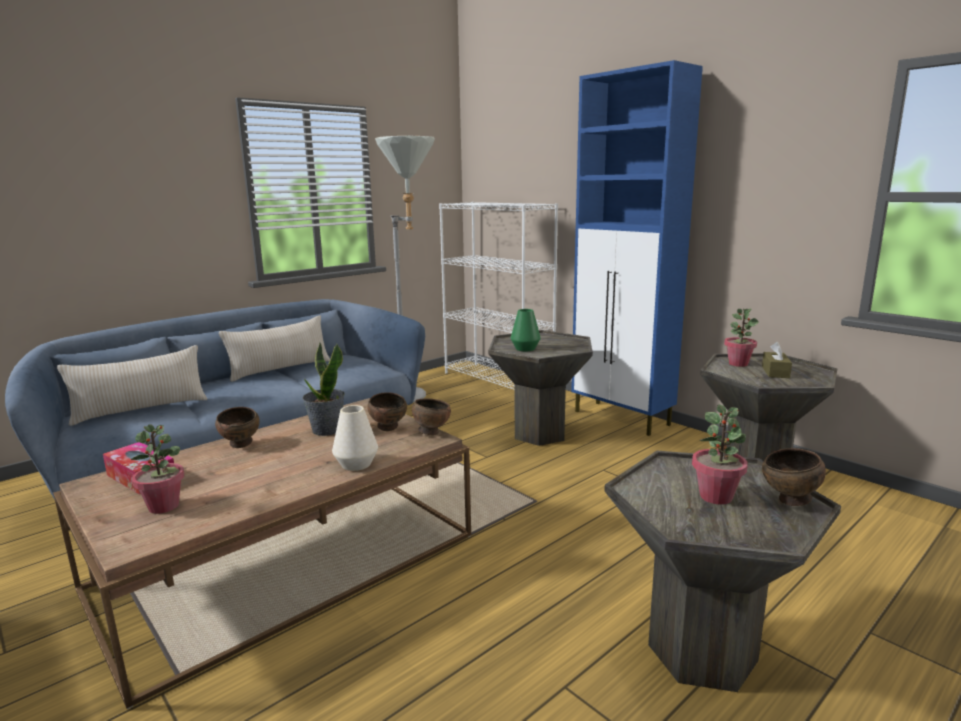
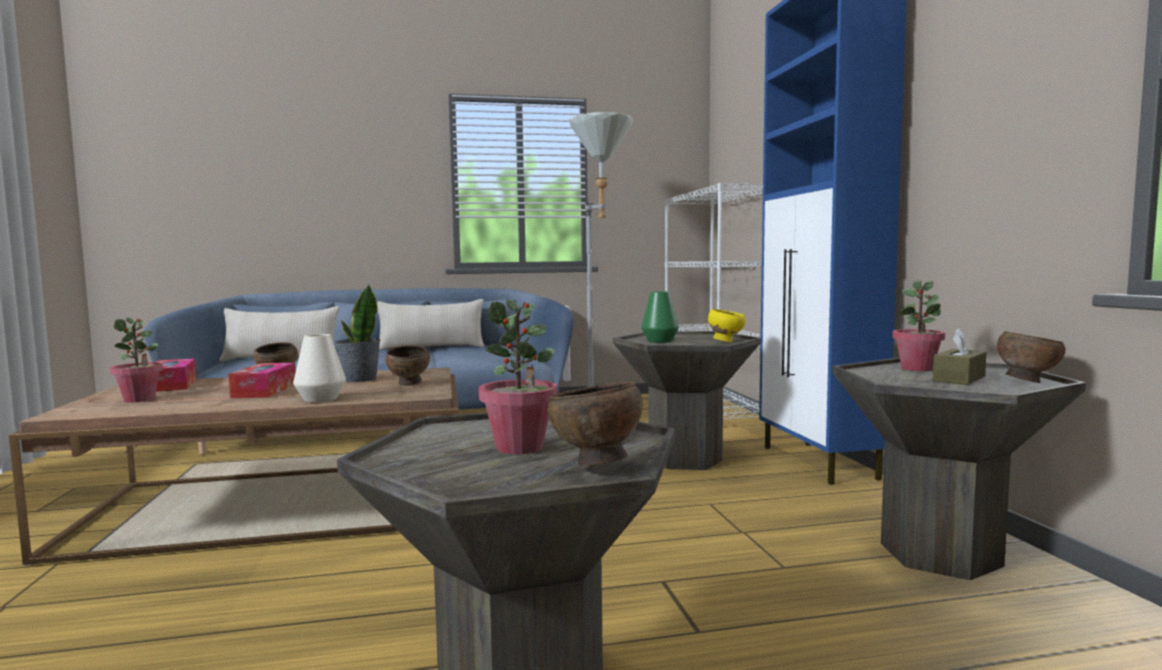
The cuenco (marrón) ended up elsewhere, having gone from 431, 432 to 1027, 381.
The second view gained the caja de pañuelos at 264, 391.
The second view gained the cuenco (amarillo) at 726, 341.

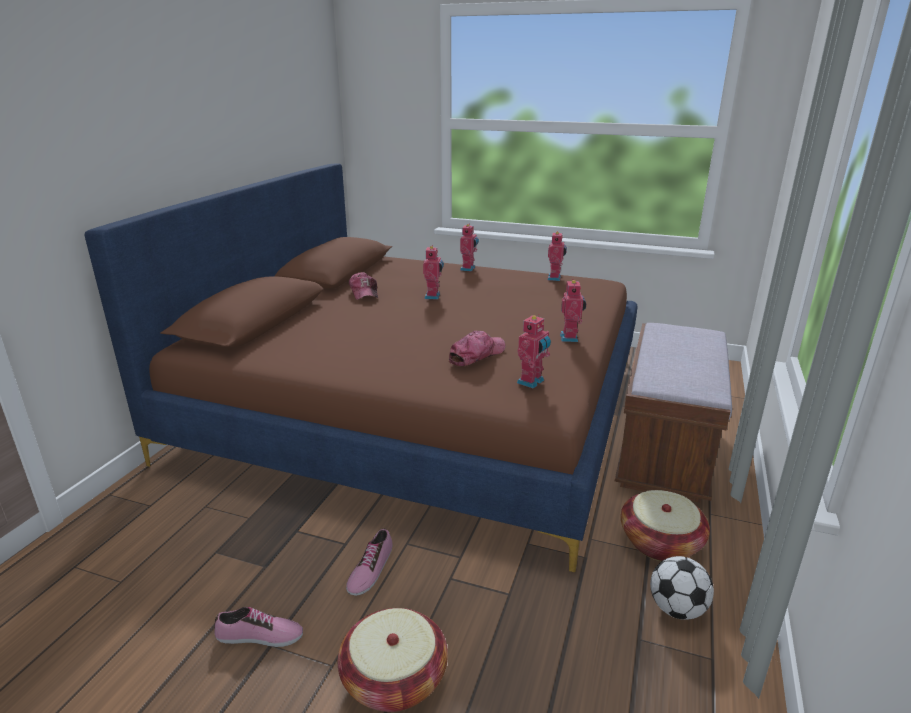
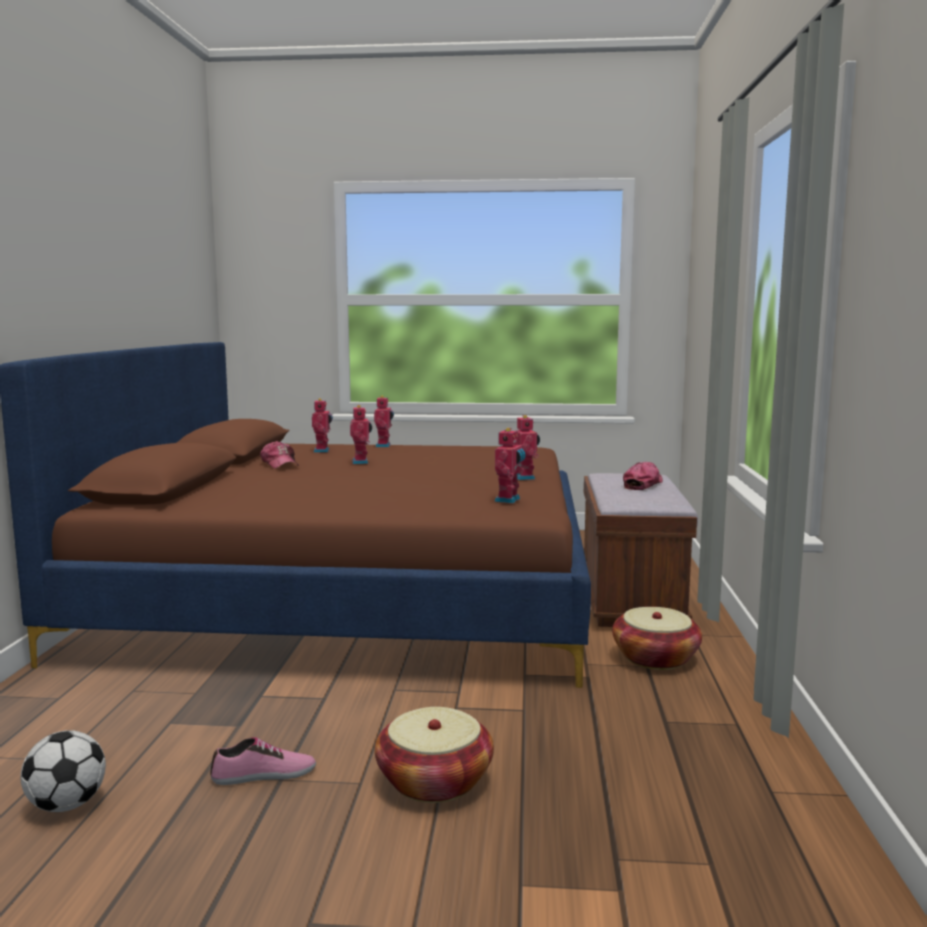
The second view lost the zapato at 370, 569.
The gorra ended up elsewhere, having gone from 476, 355 to 643, 484.
The robot de juguete ended up elsewhere, having gone from 555, 278 to 323, 451.
The balón de fútbol ended up elsewhere, having gone from 676, 609 to 67, 805.

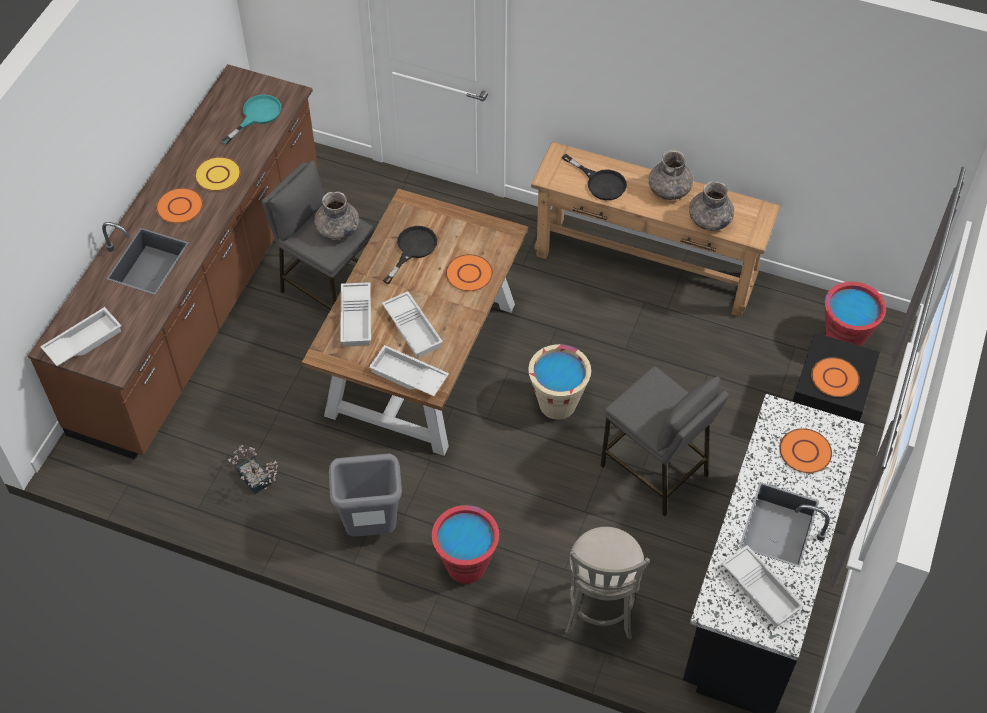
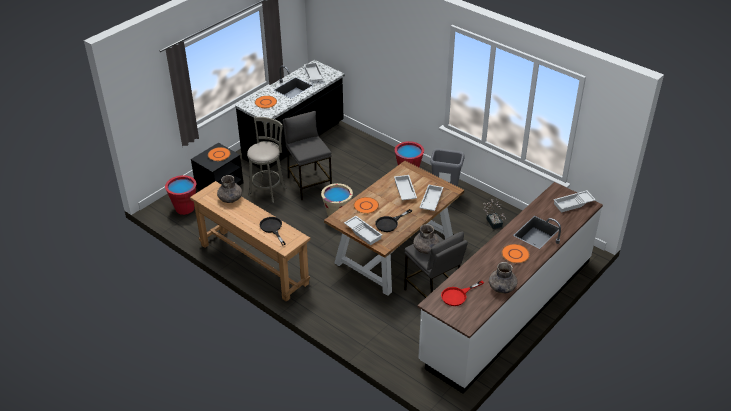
What was the mueble bajo de cocina (marrón) at 202, 298 turned into the mueble bajo de cocina (blanco) at 507, 309.
The second view lost the plato (amarillo) at 217, 175.
What was the sartén (turquesa) at 257, 115 turned into the sartén (rojo) at 457, 295.
The bandeja (blanco) ended up elsewhere, having gone from 408, 376 to 363, 232.
The taburete (gris) ended up elsewhere, having gone from 599, 614 to 268, 190.
The florero (gris) ended up elsewhere, having gone from 669, 190 to 501, 287.

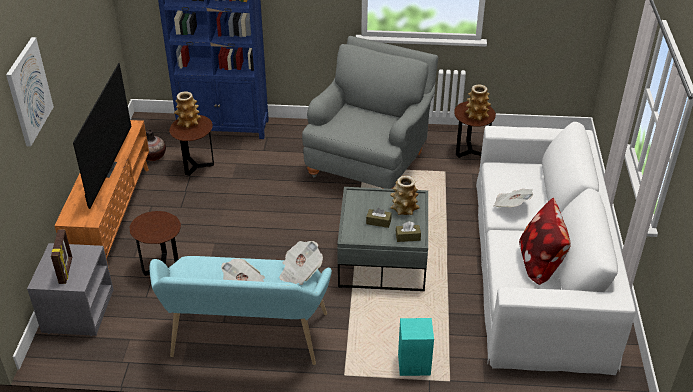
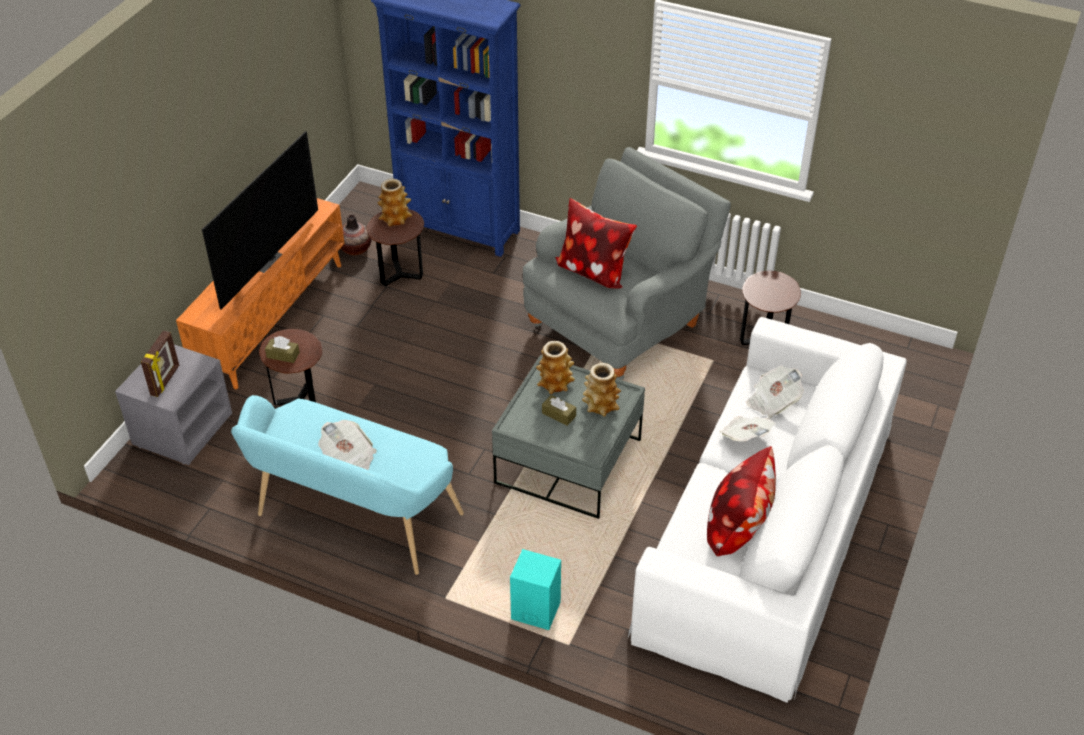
The second view lost the cuadro at 28, 91.
The periódico ended up elsewhere, having gone from 300, 271 to 772, 401.
The caja de pañuelos (marrón) ended up elsewhere, having gone from 408, 237 to 283, 355.
The florero ended up elsewhere, having gone from 477, 115 to 555, 383.
The second view gained the cojín at 593, 271.

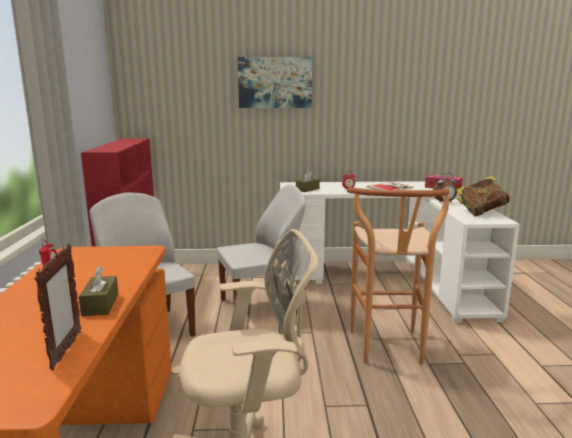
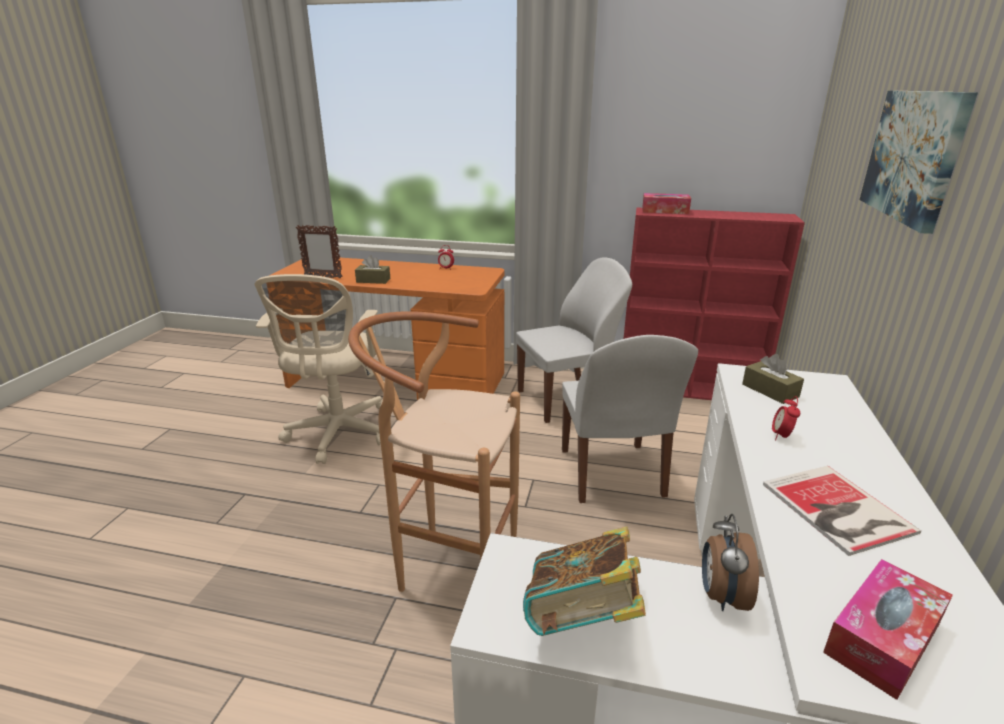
The second view gained the caja de pañuelos at 665, 211.

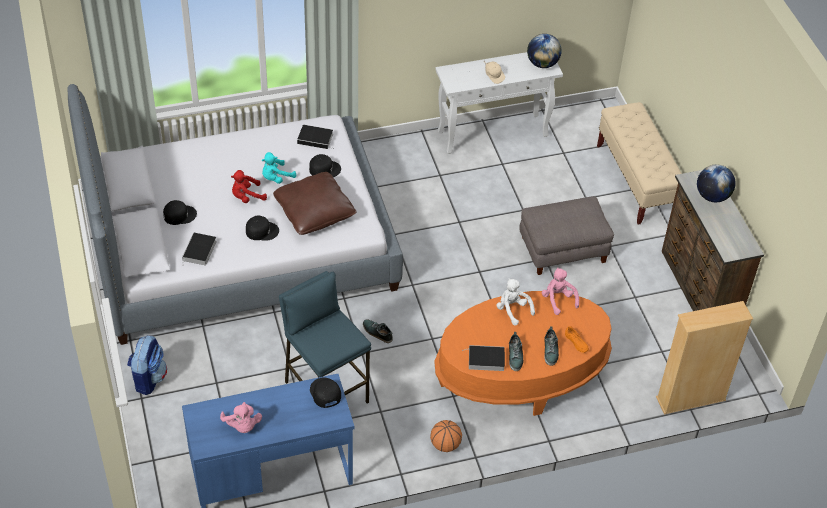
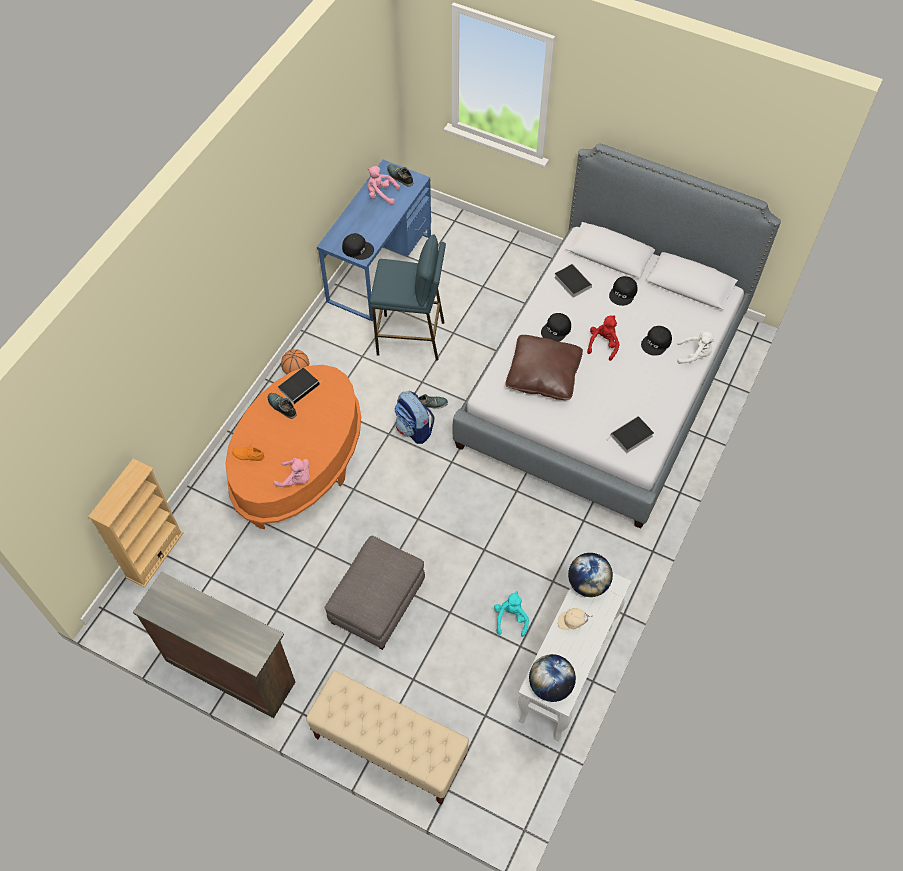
The mochila ended up elsewhere, having gone from 148, 378 to 414, 429.
The peluche (turquesa) ended up elsewhere, having gone from 276, 178 to 511, 618.
The gorra (negro) ended up elsewhere, having gone from 324, 169 to 656, 343.
The peluche (blanco) ended up elsewhere, having gone from 513, 310 to 694, 355.
The zapato ended up elsewhere, having gone from 550, 351 to 400, 177.
The globo terráqueo ended up elsewhere, having gone from 712, 196 to 588, 583.

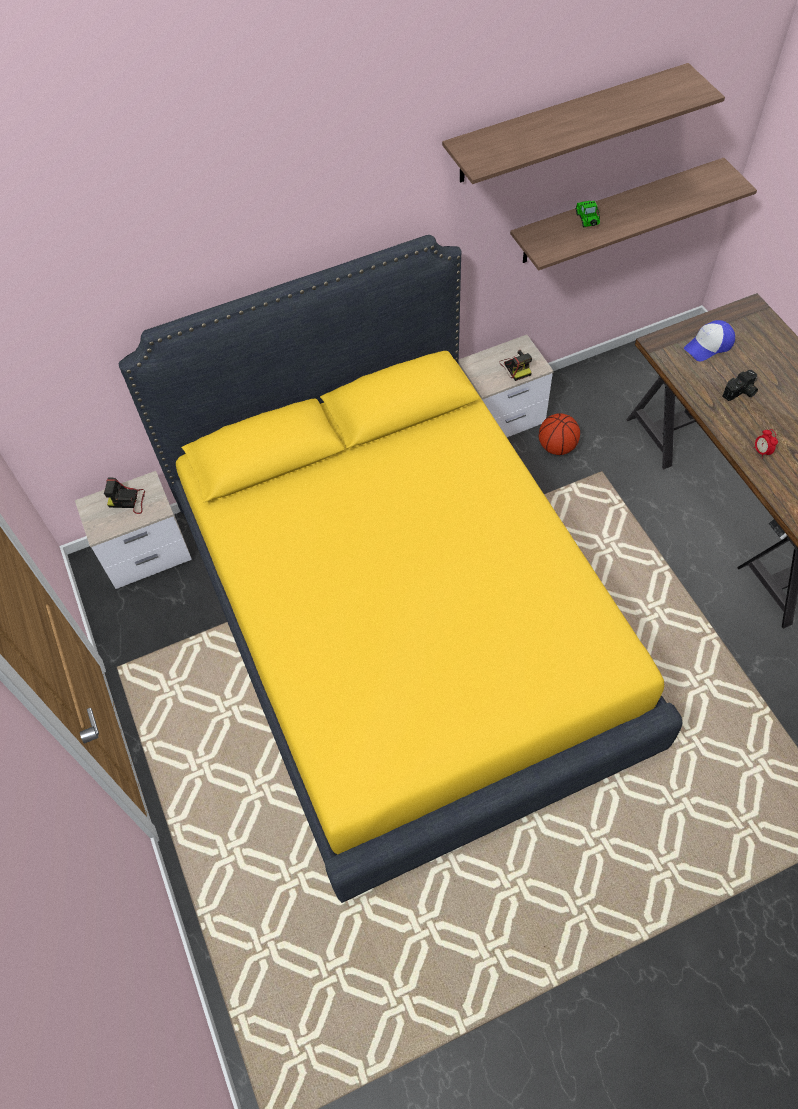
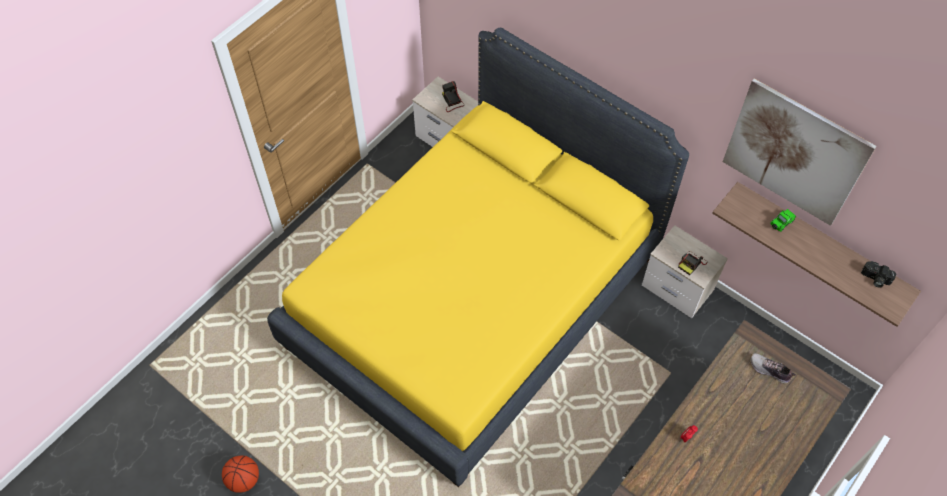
Where the estante hung at 565, 124, the cuadro came to hang at 794, 153.
The balón de baloncesto ended up elsewhere, having gone from 557, 447 to 244, 480.
Where the gorra stood at 709, 345, the zapato came to stand at 769, 371.
The cámara ended up elsewhere, having gone from 740, 393 to 875, 279.

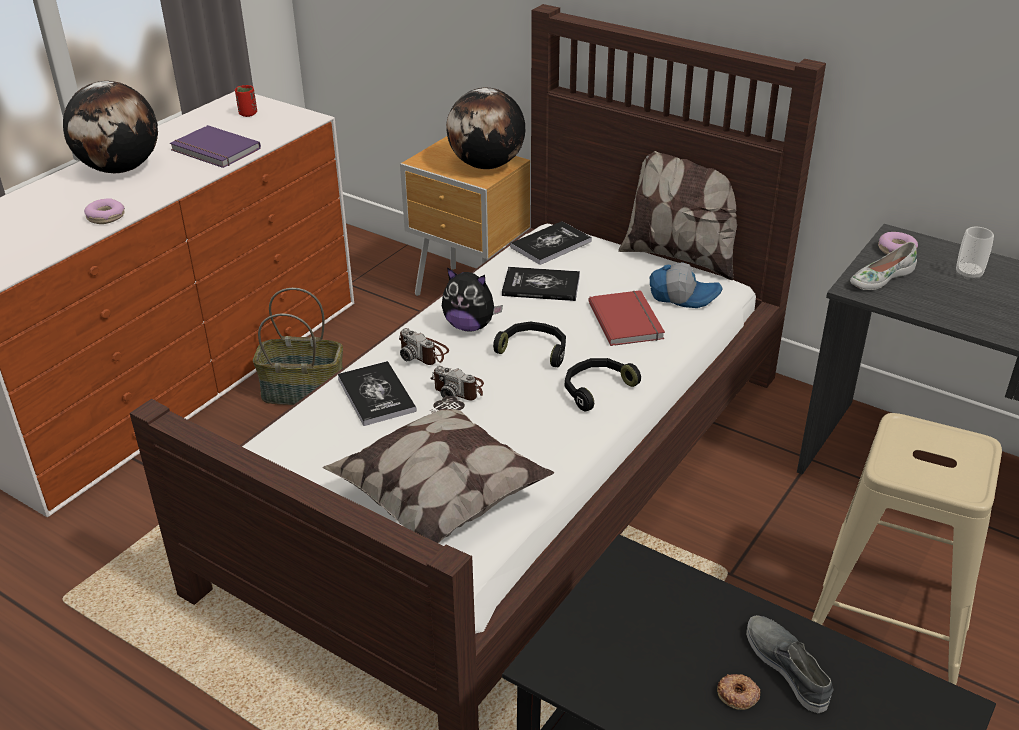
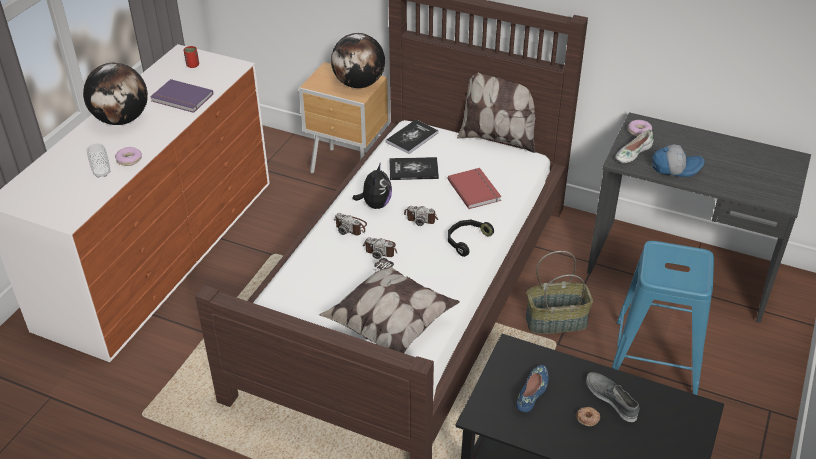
The cesta ended up elsewhere, having gone from 304, 391 to 556, 320.
The second view lost the libro at 376, 395.
The peluche at 470, 326 ended up facing another way, 90 degrees counterclockwise from before.
Where the auriculares (negro) stood at 534, 350, the cámara came to stand at 421, 217.
The gorra ended up elsewhere, having gone from 683, 296 to 675, 167.
What was the taburete (beis) at 890, 617 turned into the taburete (azul) at 655, 358.
The taza ended up elsewhere, having gone from 968, 274 to 102, 173.
The second view gained the zapato (azul) at 533, 392.

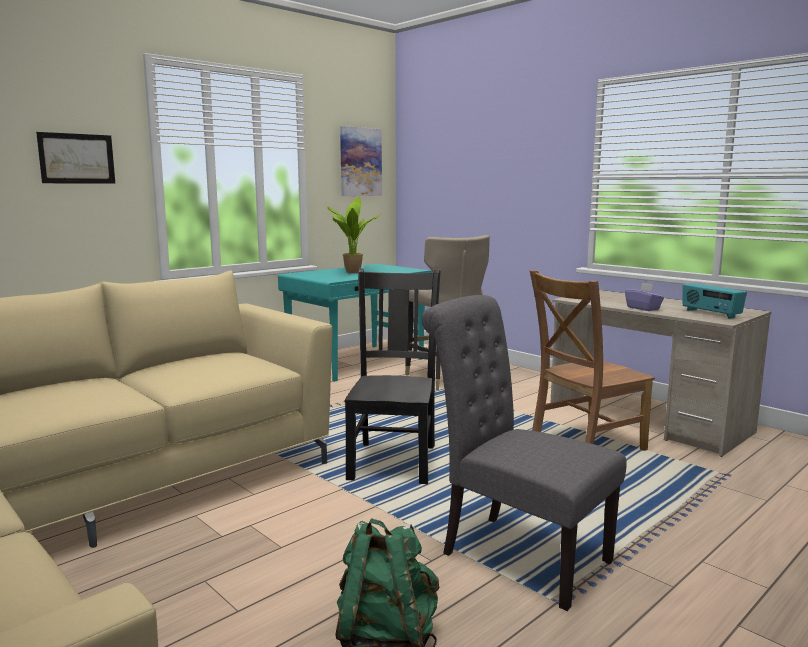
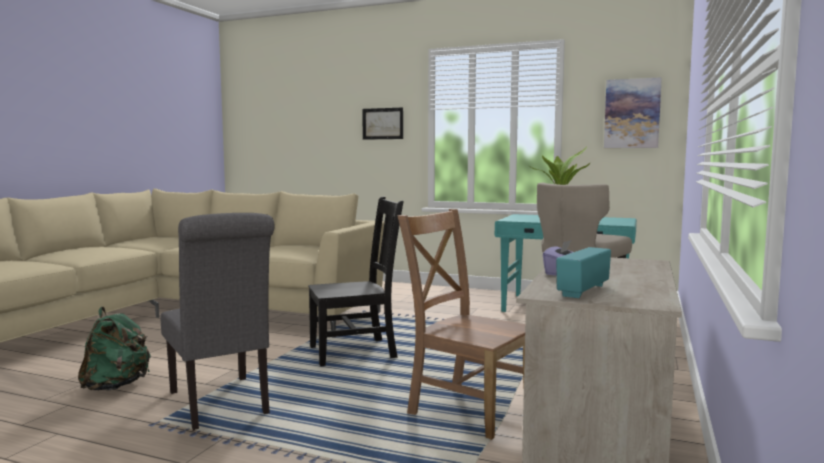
The silla (gris) at 516, 554 ended up facing another way, 135 degrees clockwise from before.

